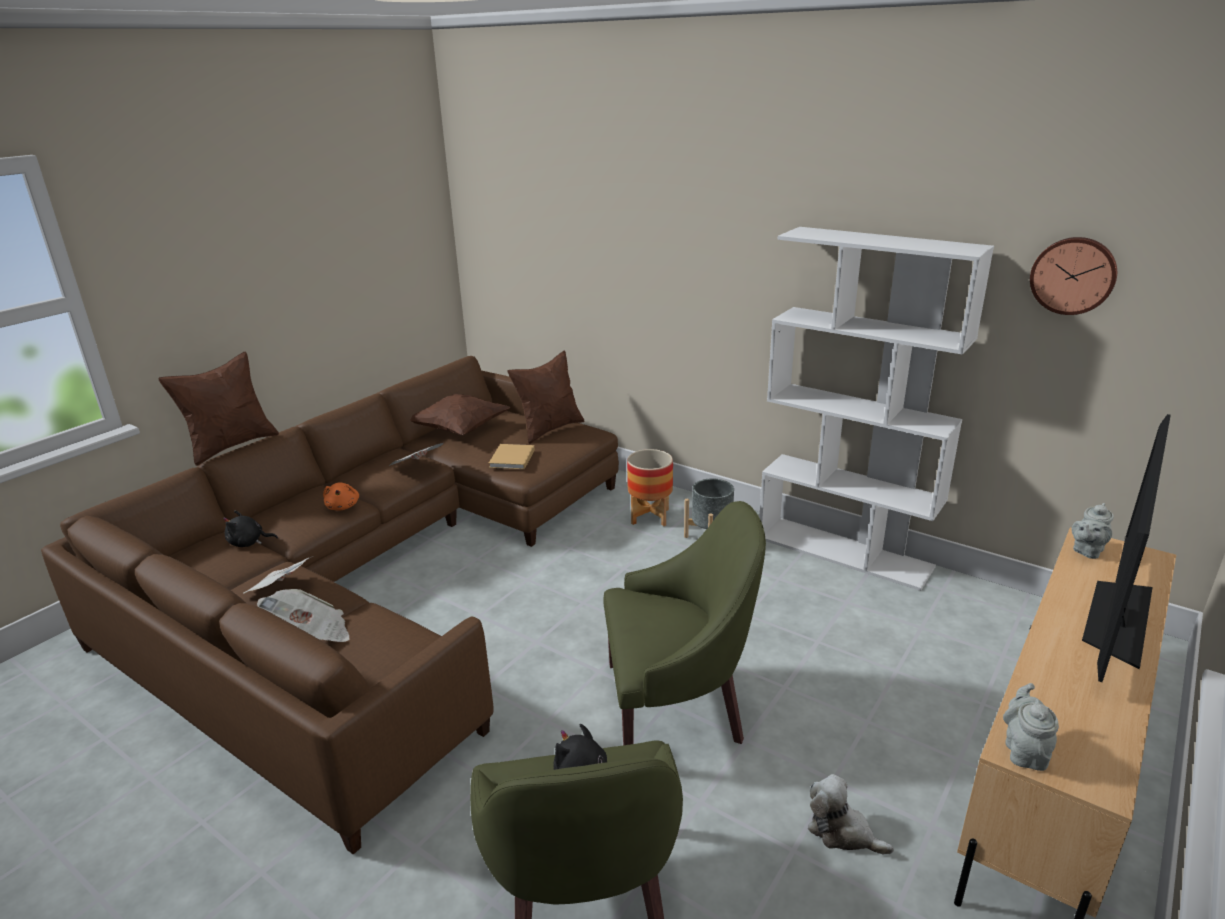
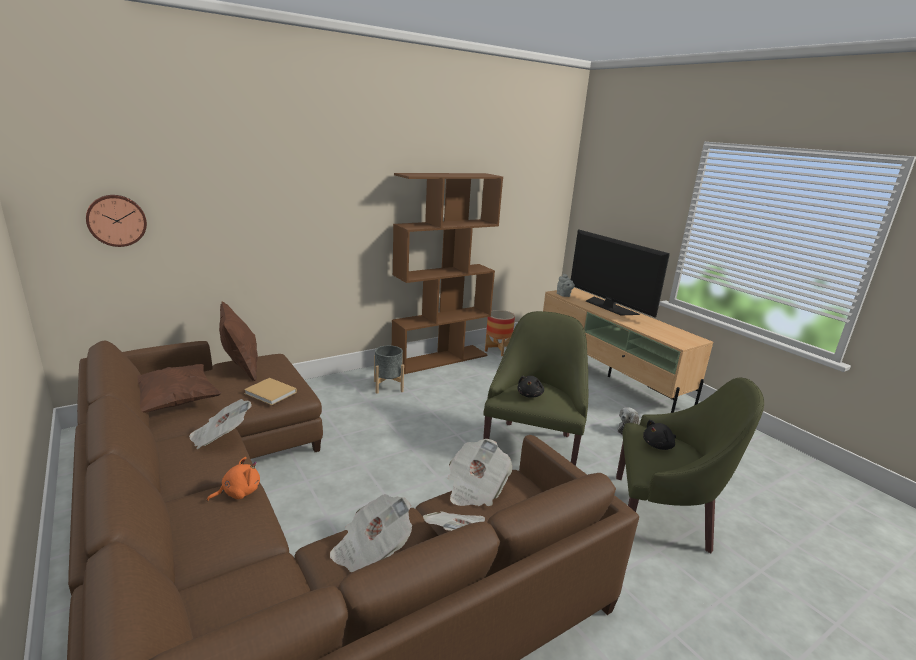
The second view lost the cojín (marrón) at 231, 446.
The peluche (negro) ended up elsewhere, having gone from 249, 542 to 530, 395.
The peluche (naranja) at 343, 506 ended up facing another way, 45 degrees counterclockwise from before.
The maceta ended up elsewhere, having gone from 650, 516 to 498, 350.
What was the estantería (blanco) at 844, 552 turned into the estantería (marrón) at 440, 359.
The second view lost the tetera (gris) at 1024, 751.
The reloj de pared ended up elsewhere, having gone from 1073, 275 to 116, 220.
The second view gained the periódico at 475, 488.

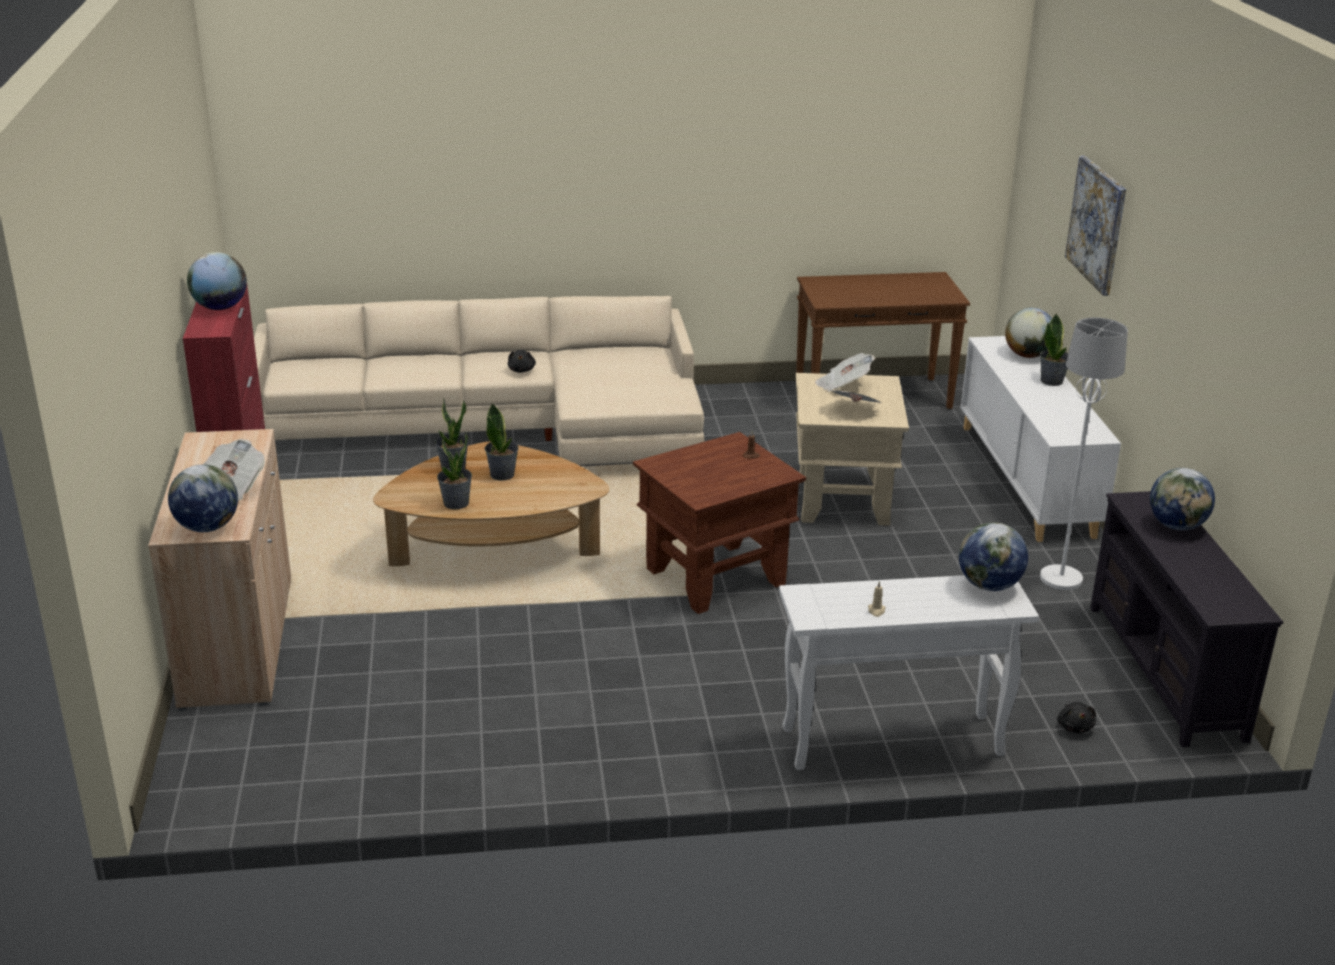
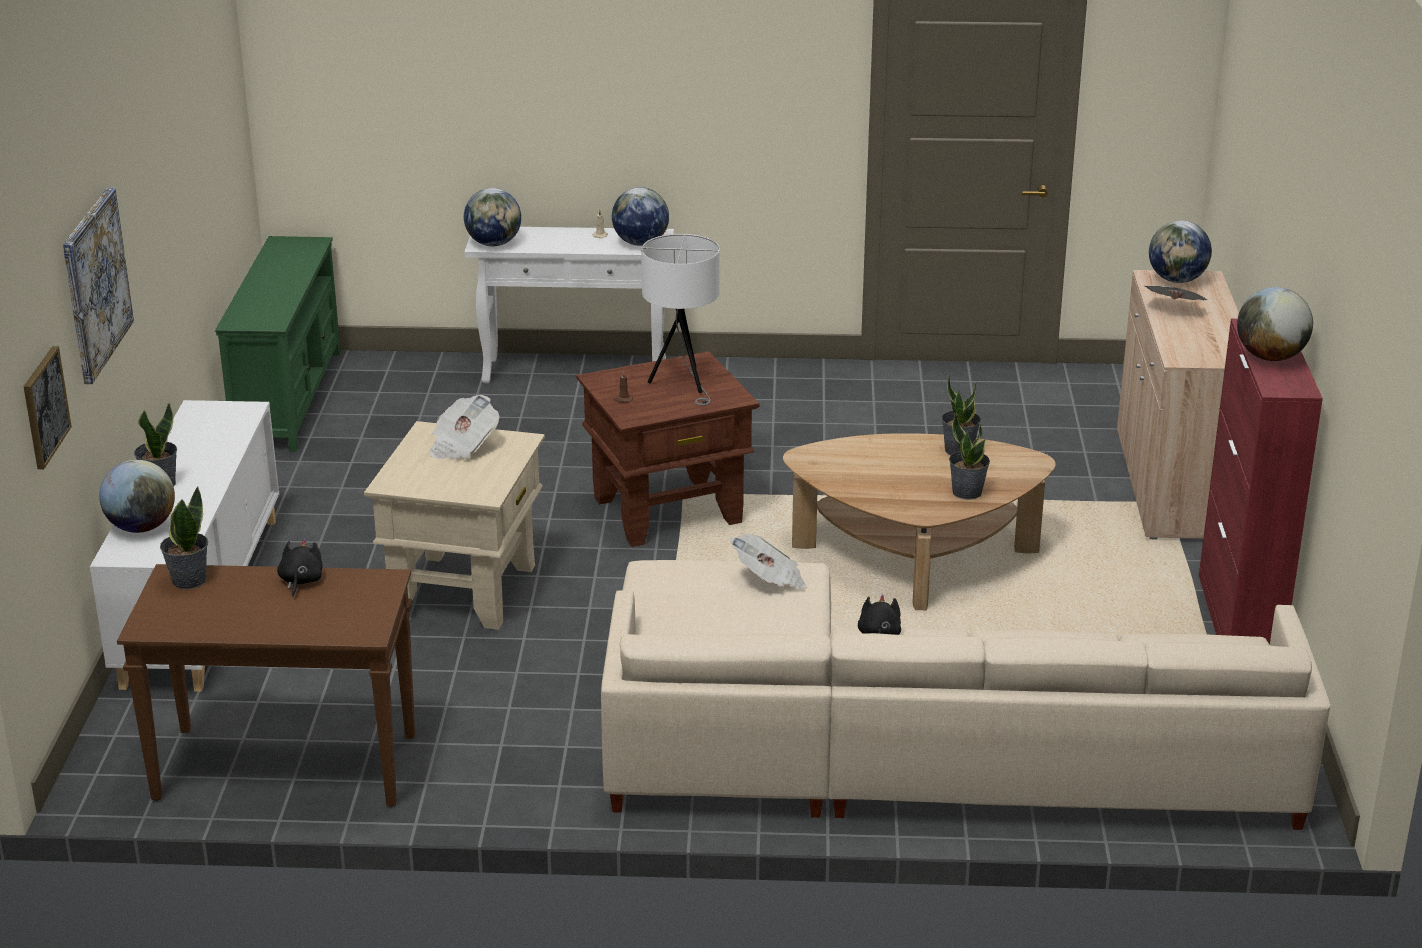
The planta en maceta ended up elsewhere, having gone from 502, 474 to 188, 580.
The periódico ended up elsewhere, having gone from 843, 386 to 769, 580.
The second view lost the lámpara de pie (blanco) at 1061, 579.
The peluche (negro) ended up elsewhere, having gone from 1074, 726 to 300, 581.
What was the mueble de televisión (negro) at 1165, 672 turned into the mueble de televisión (verde) at 287, 400.
The globo terráqueo ended up elsewhere, having gone from 1177, 526 to 640, 243.
The second view gained the cuadro at 44, 407.
The second view gained the lámpara de mesa (blanco) at 683, 384.

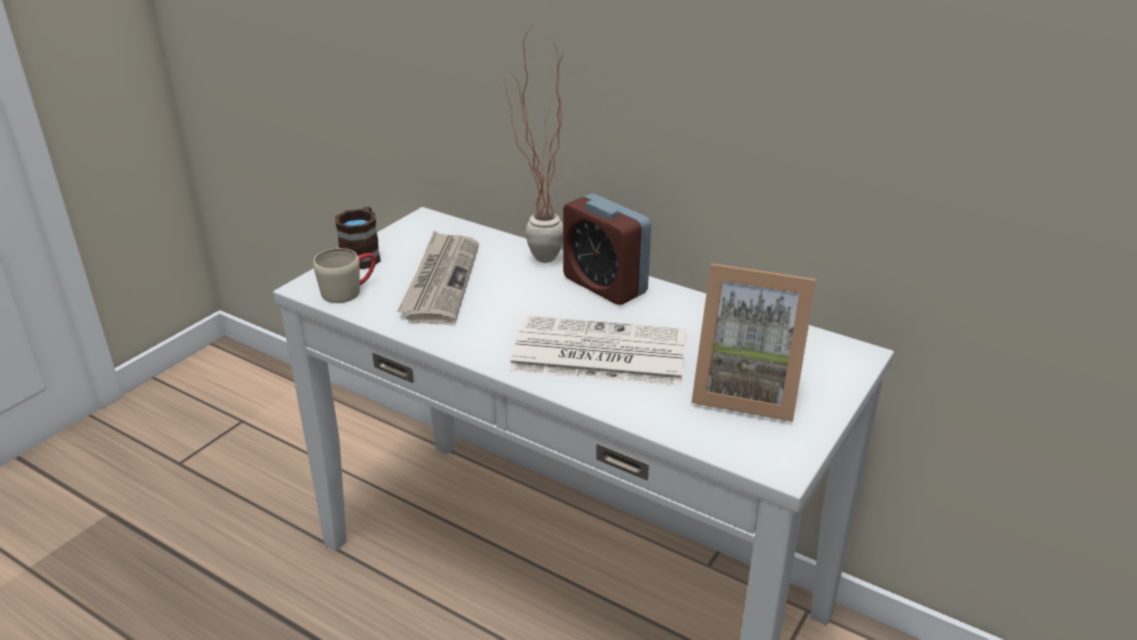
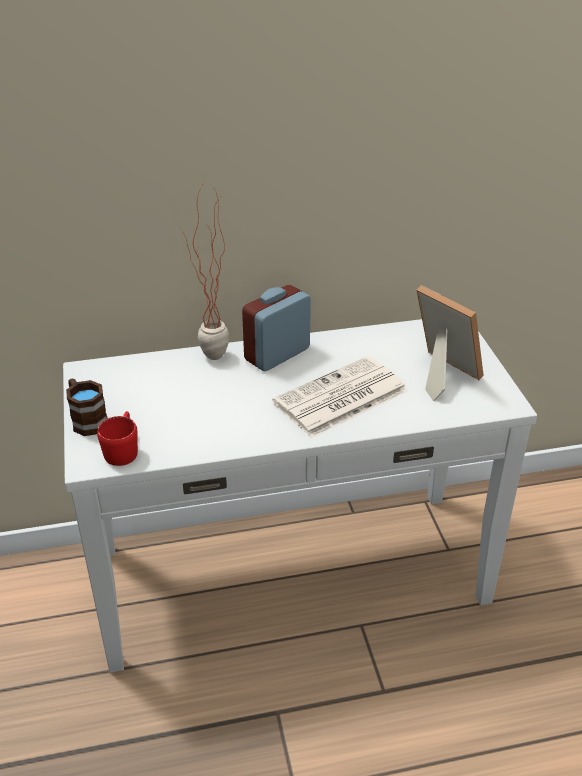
What was the taza grande (beis) at 349, 290 turned into the taza grande (rojo) at 122, 449.
The second view lost the periódico at 441, 281.
The despertador at 604, 285 ended up facing another way, 135 degrees clockwise from before.
The portarretratos at 747, 390 ended up facing another way, 105 degrees counterclockwise from before.

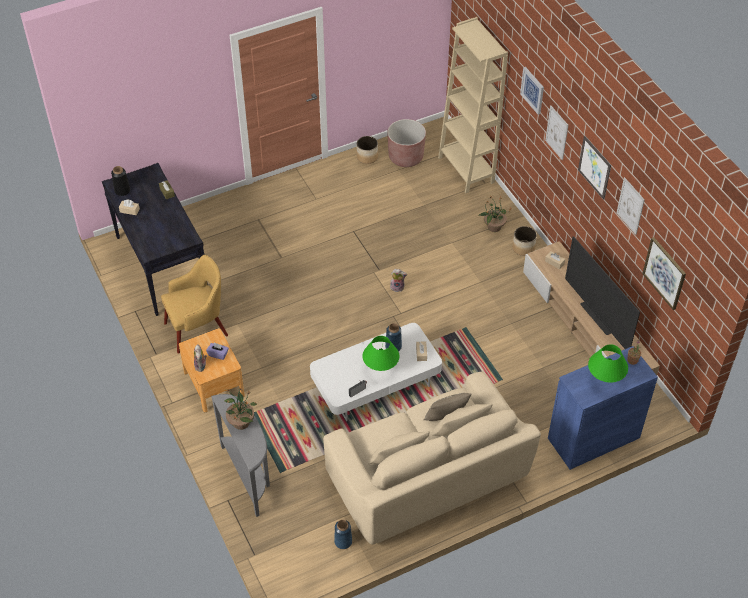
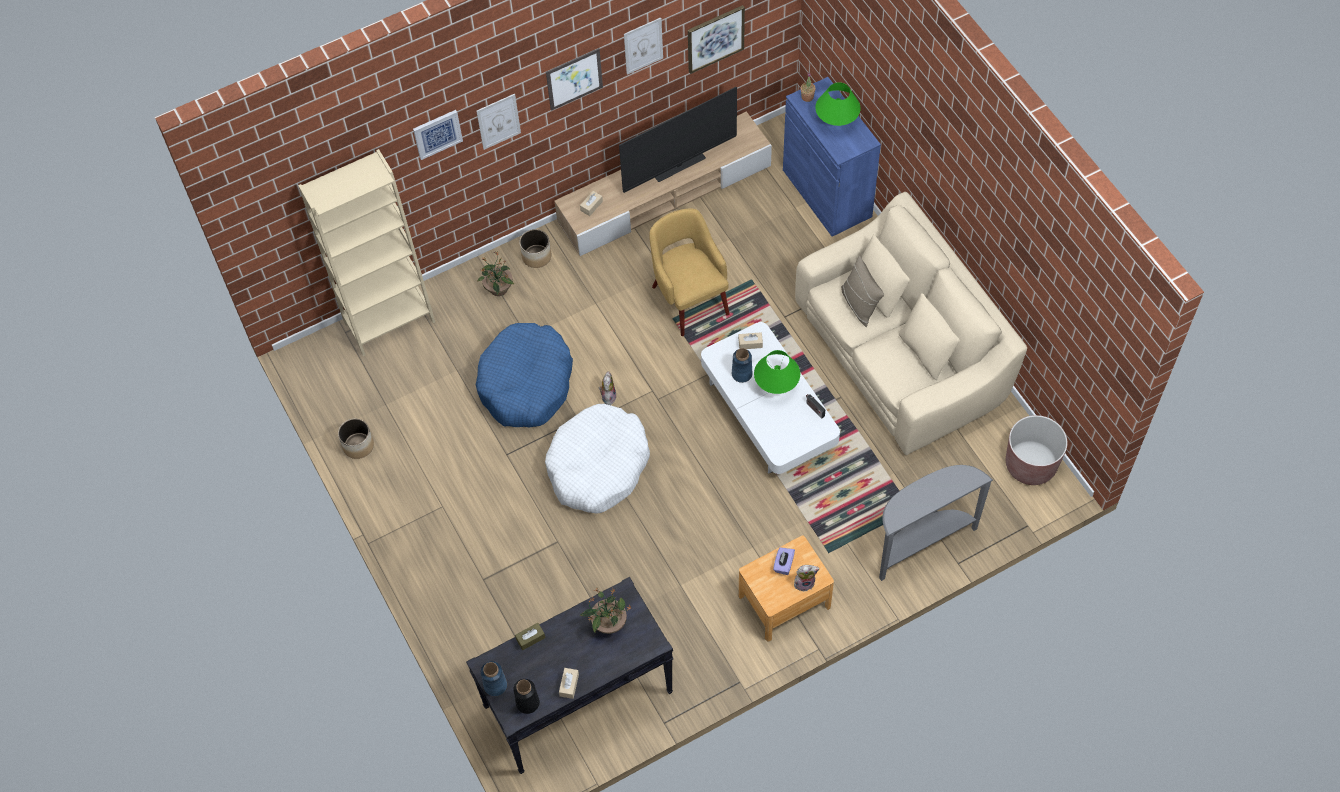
The sillón (amarillo) ended up elsewhere, having gone from 198, 328 to 689, 298.
The planta en maceta ended up elsewhere, having gone from 241, 422 to 608, 623.
The florero (azul) ended up elsewhere, having gone from 343, 541 to 495, 685.
The maceta (marrón) ended up elsewhere, having gone from 405, 157 to 1030, 464.
The second view gained the cama para perro (azul) at 526, 383.
The second view gained the cama para perro (blanco) at 598, 466.

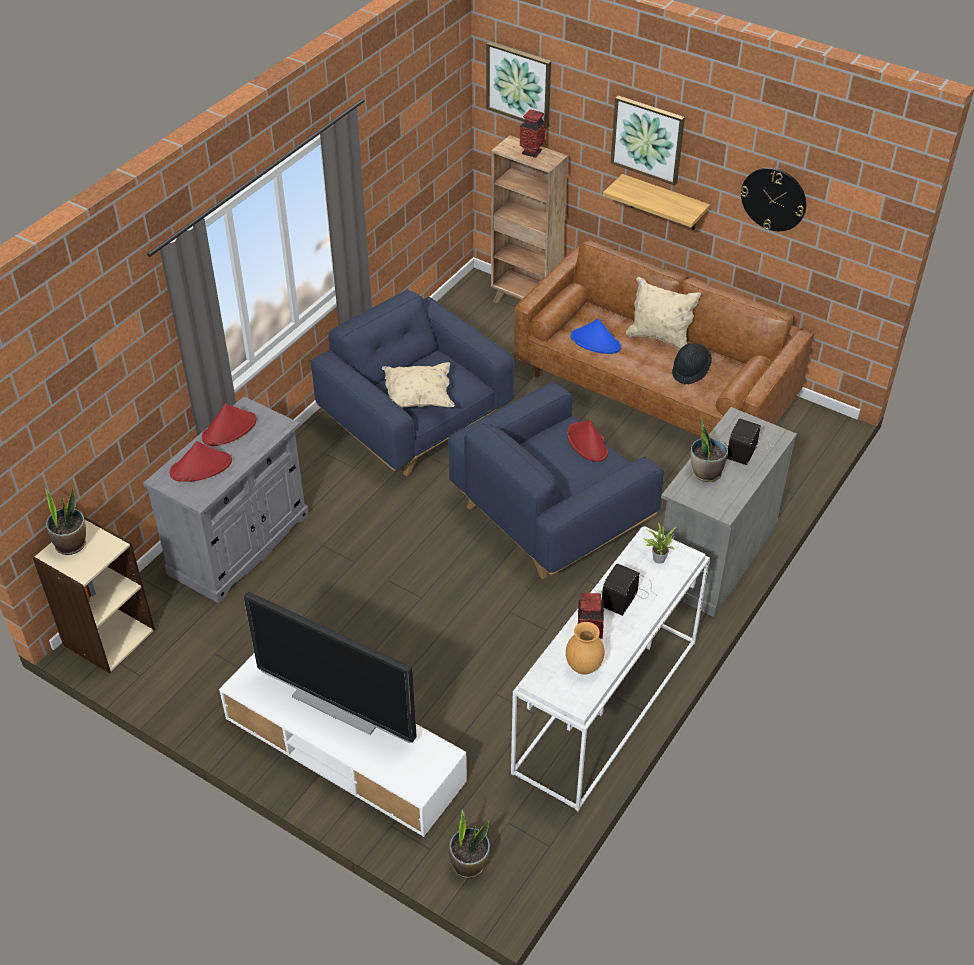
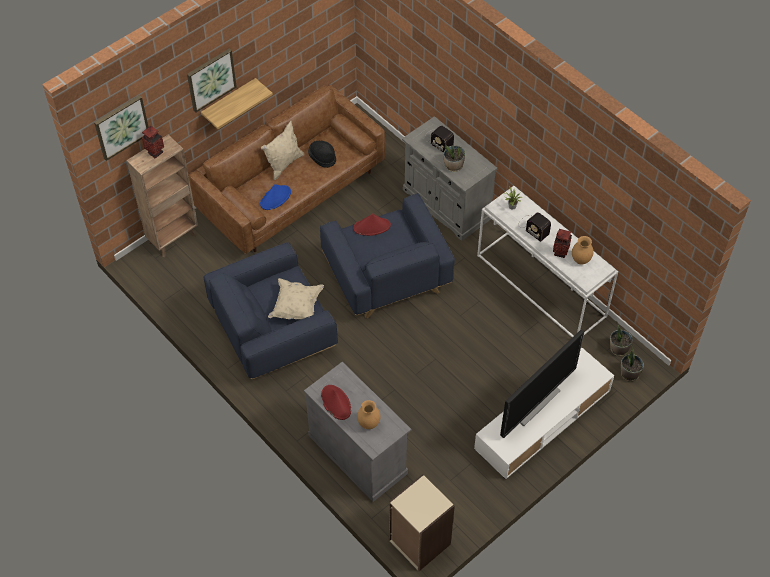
The planta en maceta ended up elsewhere, having gone from 71, 544 to 618, 349.
Where the sombrero (rojo) stood at 201, 467, the florero (marrón) came to stand at 368, 423.
The second view lost the reloj de pared at 774, 199.

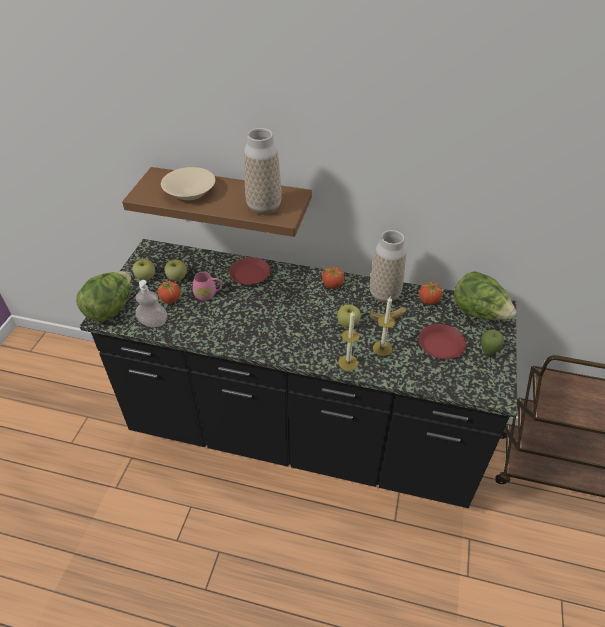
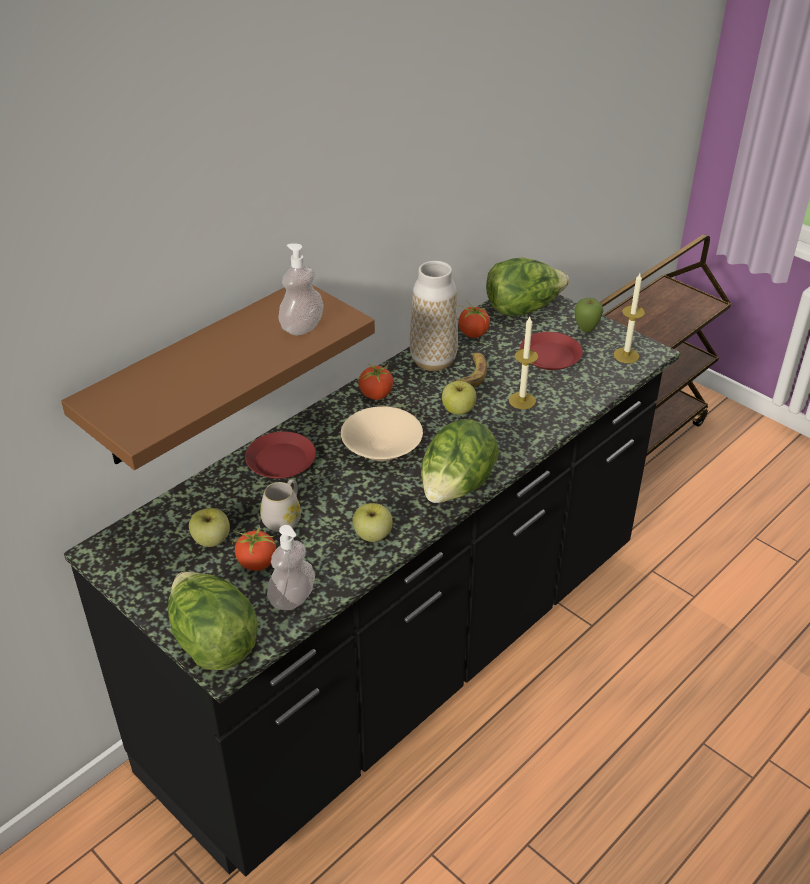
The manzana ended up elsewhere, having gone from 145, 277 to 372, 535.
The cuenco (beis) ended up elsewhere, having gone from 190, 191 to 381, 445.
What was the taza grande (rosa) at 208, 294 turned into the taza grande (blanco) at 284, 518.
Where the florero stood at 264, 207, the dispensador de jabón came to stand at 302, 327.
The vela ended up elsewhere, having gone from 348, 362 to 626, 355.
The second view gained the lechuga at 456, 489.

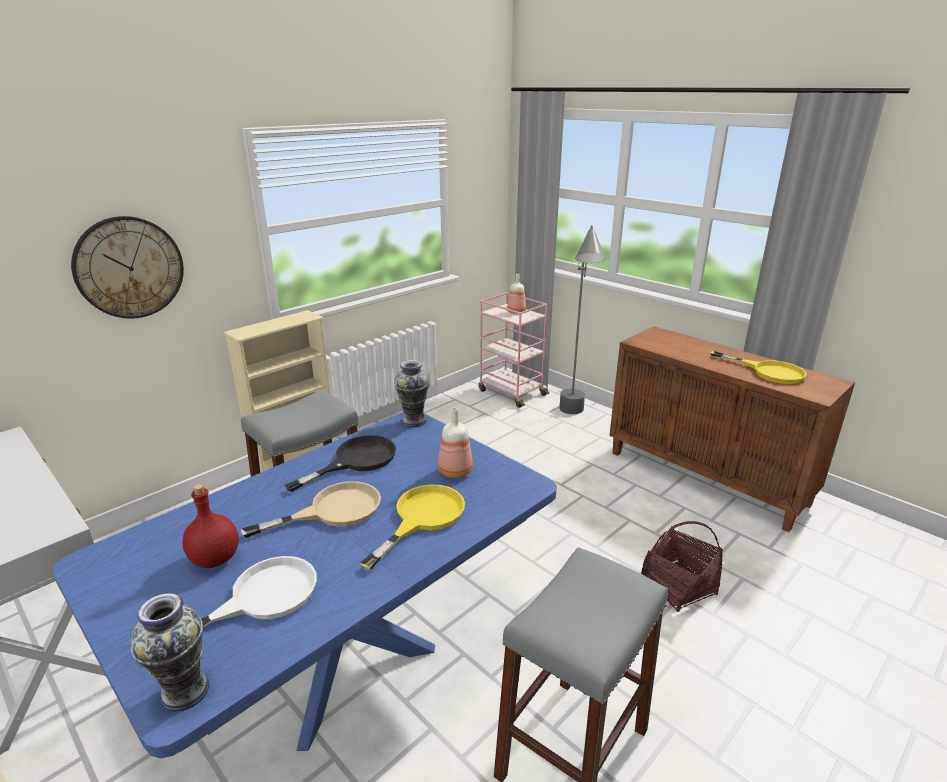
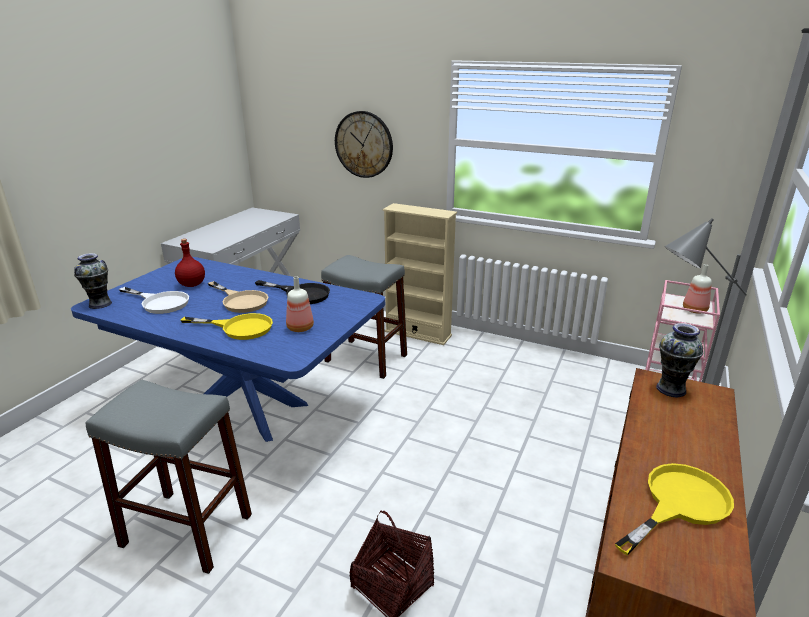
The florero ended up elsewhere, having gone from 414, 421 to 671, 389.
The sartén (amarillo) at 769, 371 ended up facing another way, 150 degrees counterclockwise from before.

